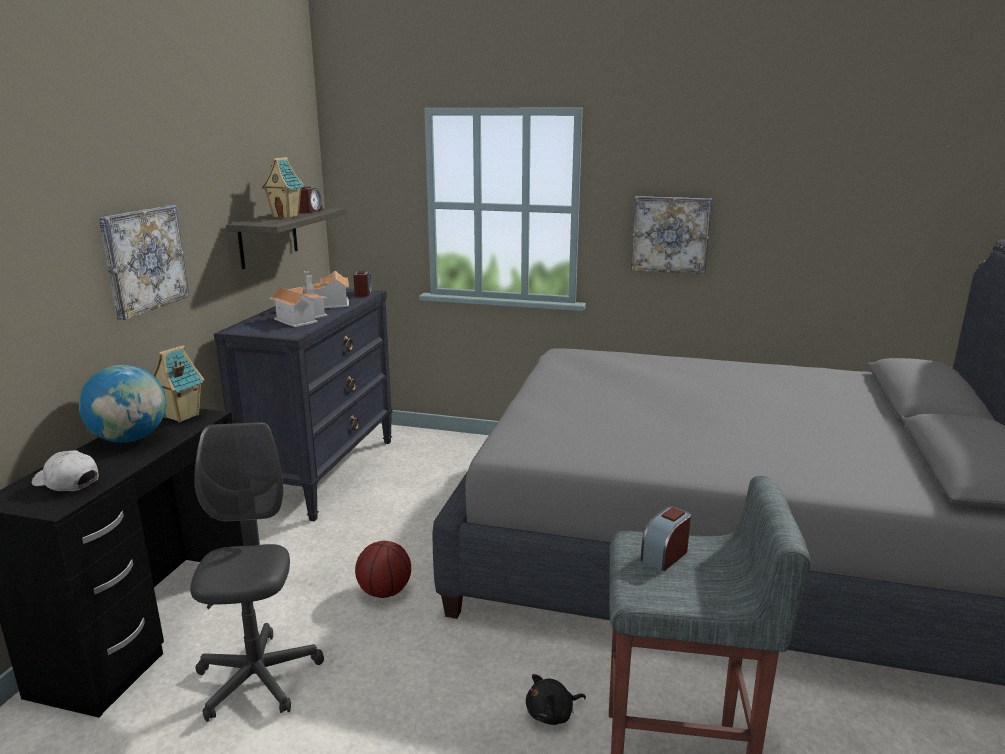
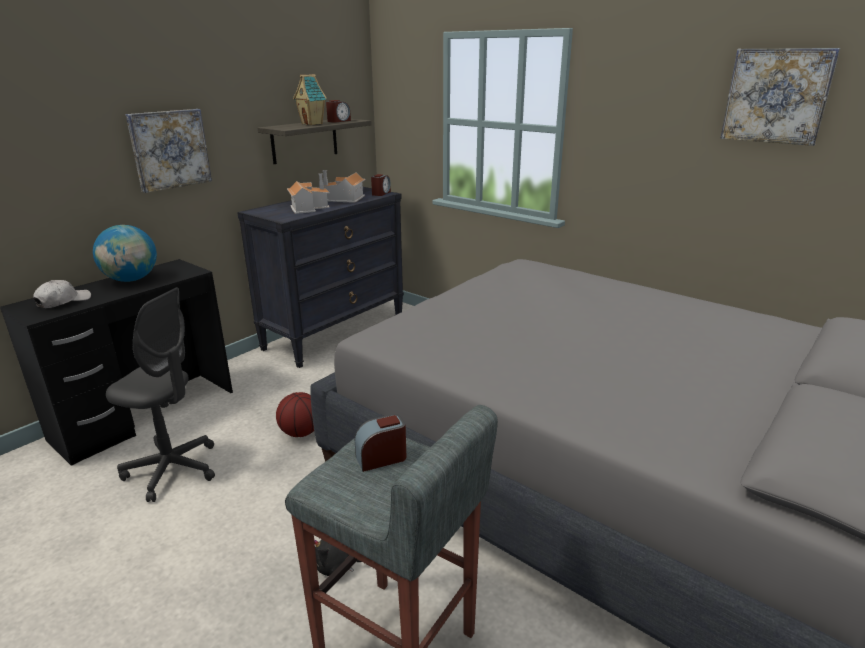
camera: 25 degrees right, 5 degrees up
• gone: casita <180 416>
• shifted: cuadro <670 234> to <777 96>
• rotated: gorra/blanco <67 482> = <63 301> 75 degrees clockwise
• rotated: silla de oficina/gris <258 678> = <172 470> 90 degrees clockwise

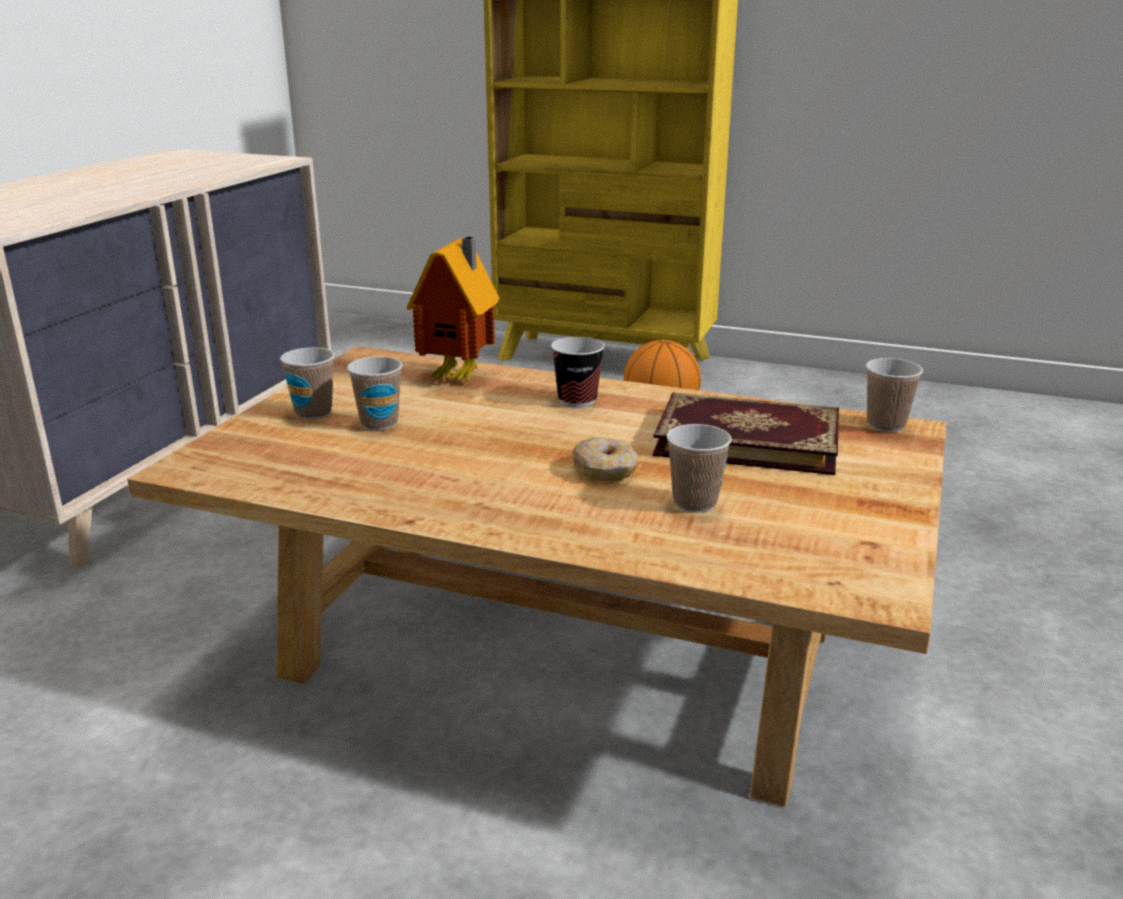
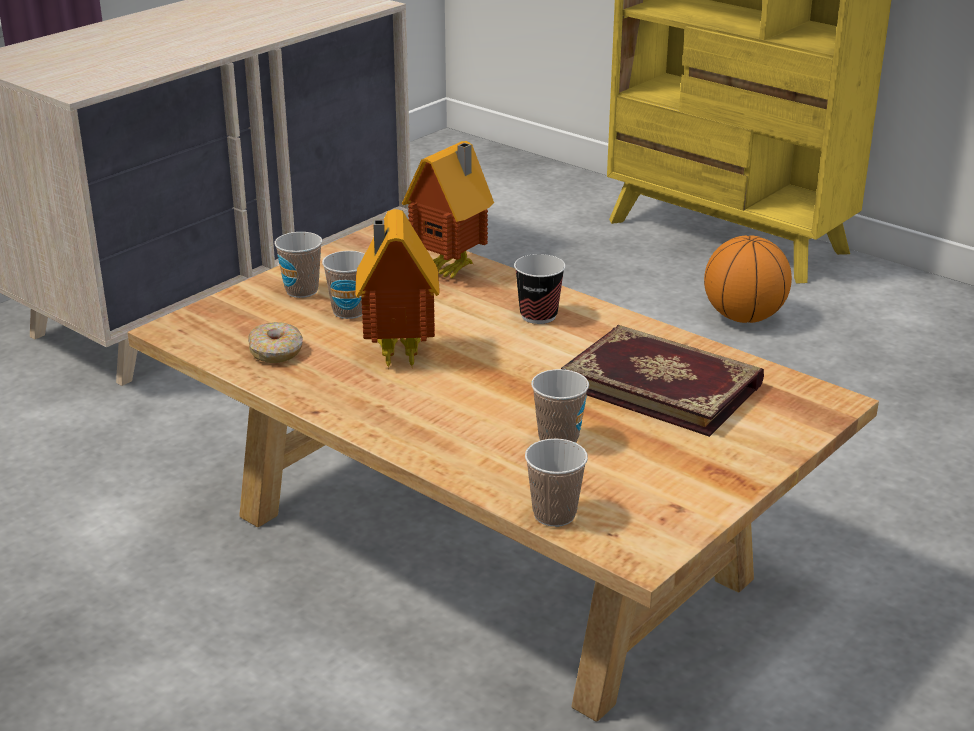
camera: 20 degrees right, 5 degrees up
• new: casita <395 355>
• shifted: rosquilla <605 470> to <276 352>
• shifted: taza <886 425> to <554 515>

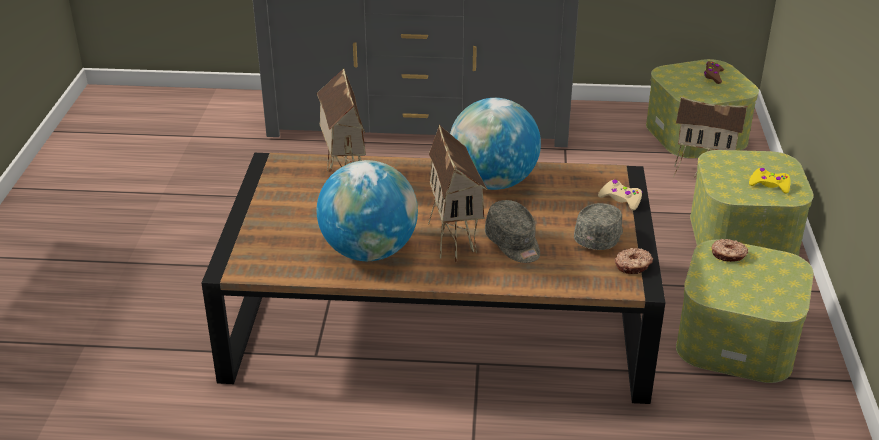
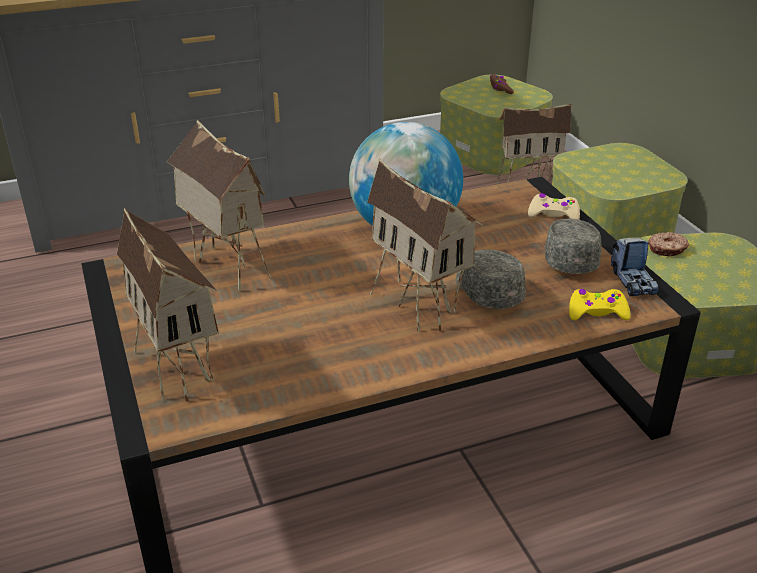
camera: 25 degrees left, 0 degrees up
• gone: globo terráqueo <369 251>
• new: casita <179 370>
• shifted: mando de consola/amarillo <769 185> to <596 312>
• swapped: rosquilla <633 266> to camión de juguete <632 281>
• rotated: gorra/gris <513 243> = <487 291> 150 degrees counterclockwise

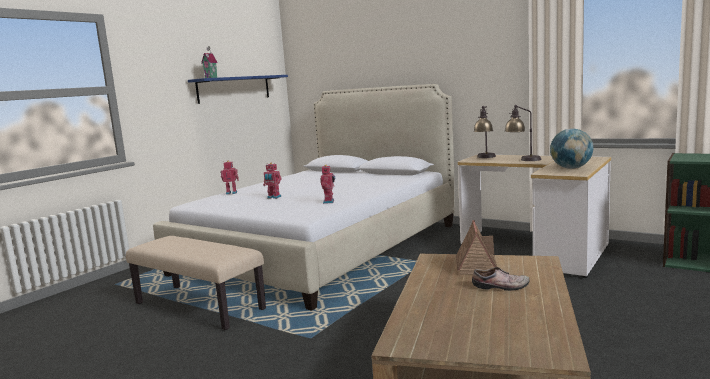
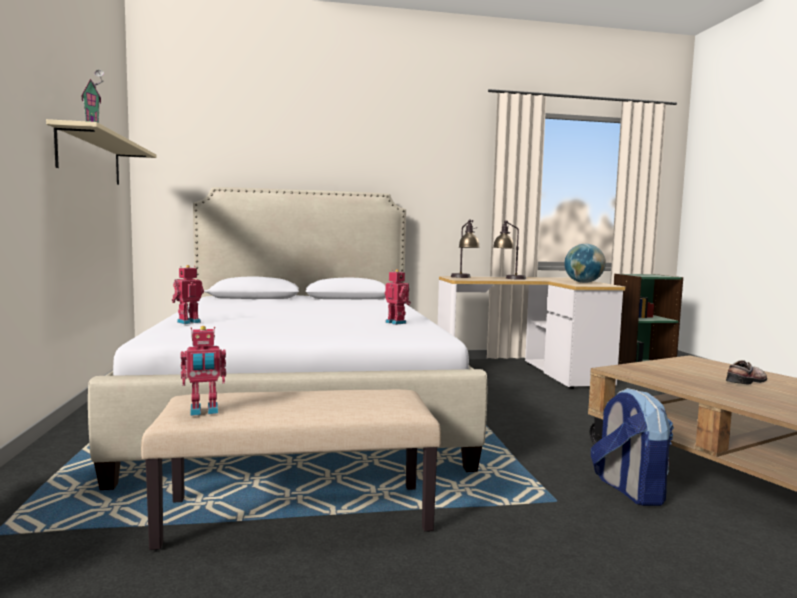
camera: 45 degrees left, 5 degrees down
• gone: casita <475 266>
• new: mochila <628 490>
• shifted: robot de juguete <273 197> to <204 411>
• repainted: estante/azul <234 89> to estante/beis <90 158>

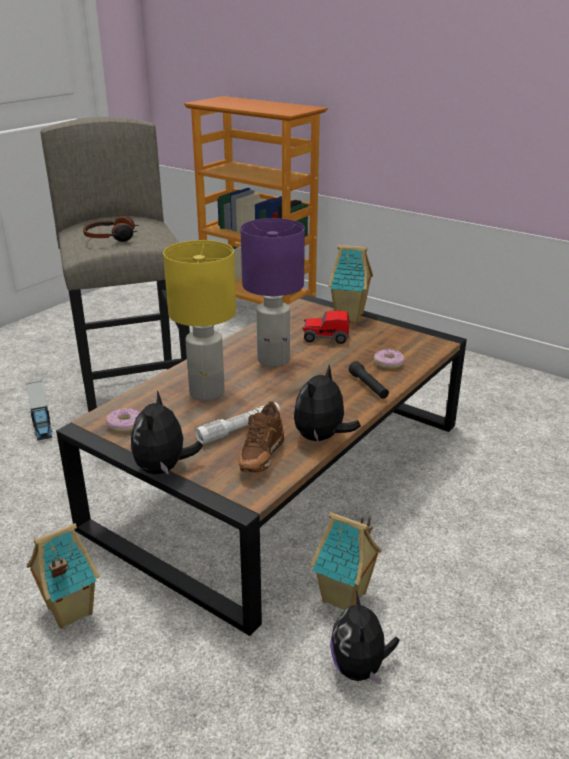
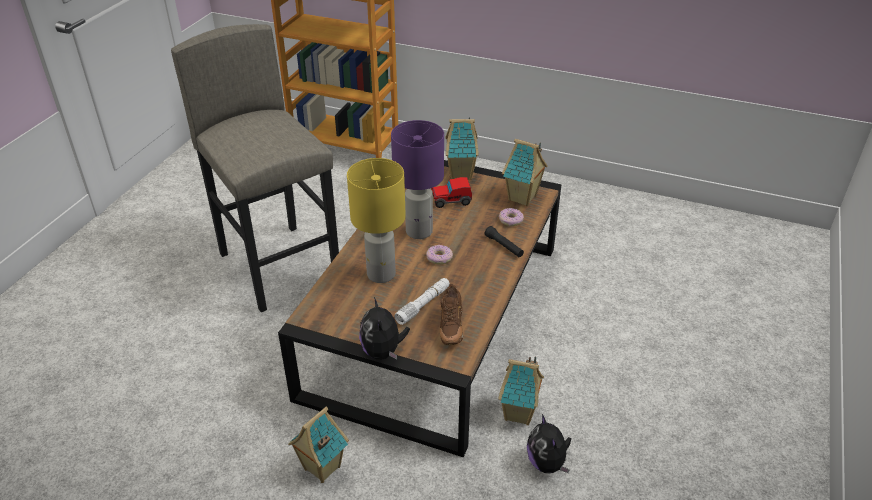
camera: 15 degrees left, 10 degrees up
• gone: camión de juguete <41 419>
• gone: auriculares <112 238>
• gone: peluche <321 438>
• new: casita <523 198>
• shifted: rosquilla <125 425> to <439 258>

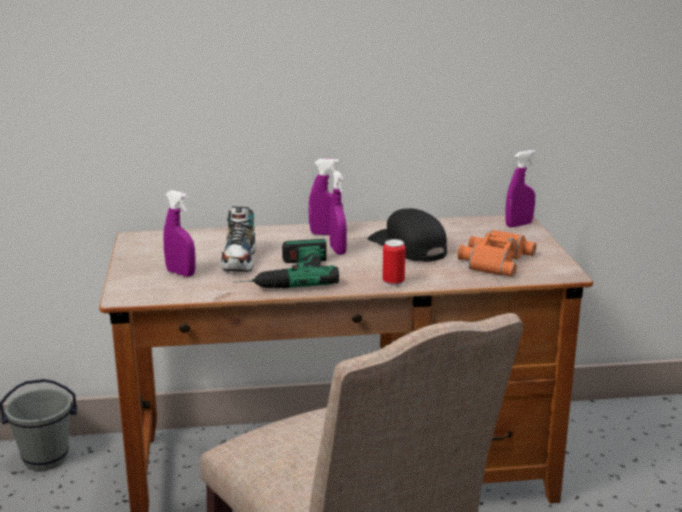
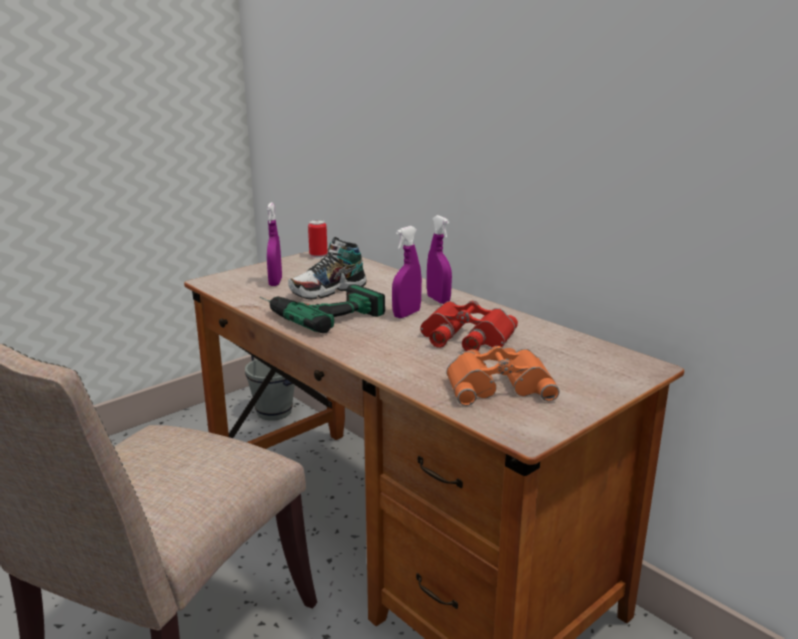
camera: 55 degrees right, 0 degrees up
• gone: pulverizador/morado <519 225>
• shifted: lata <393 282> to <318 256>
• swapped: gorra/negro <408 247> to prismáticos/rojo <465 337>

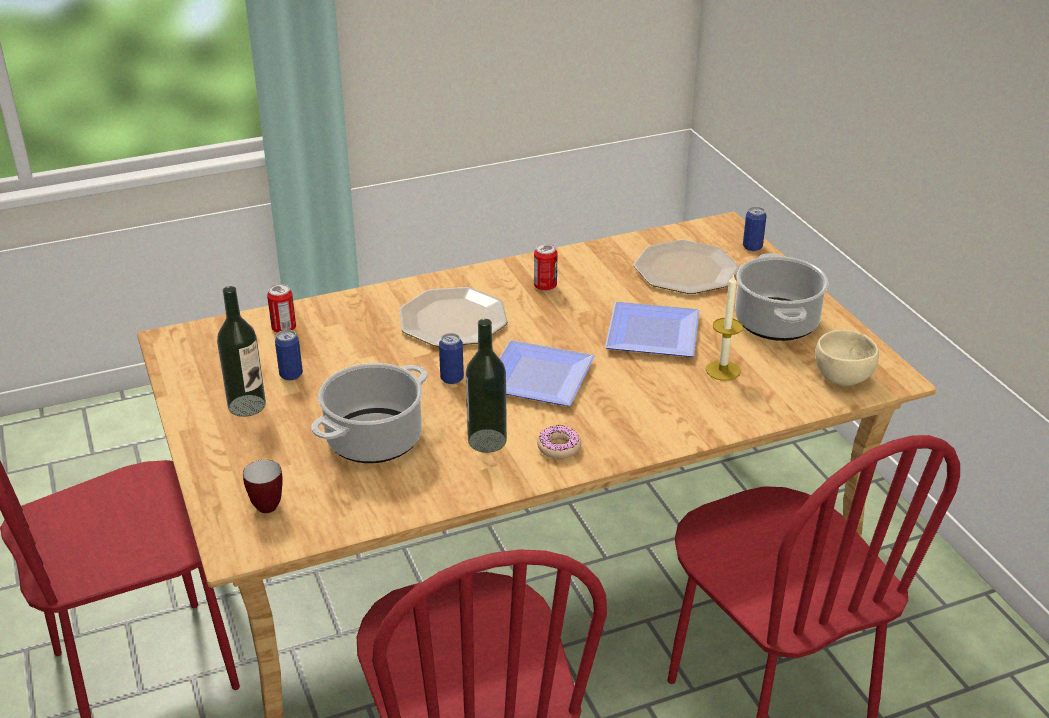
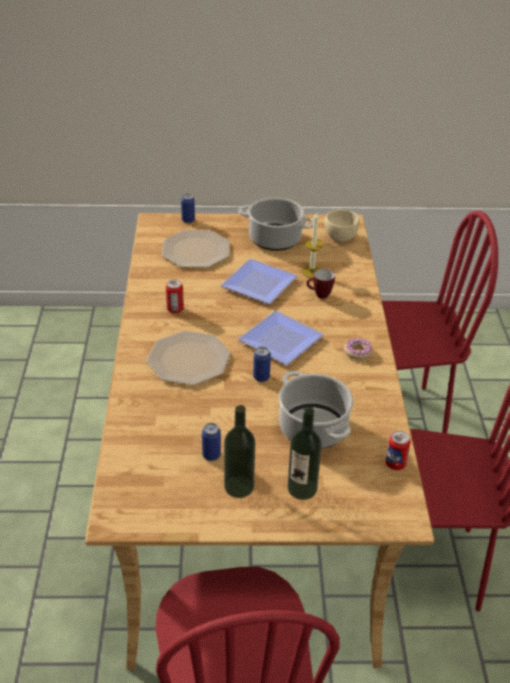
camera: 70 degrees left, 5 degrees up
• shifted: taza grande <266 503> to <319 295>
• shifted: lata <284 328> to <395 464>
• shifted: botella <487 441> to <302 488>

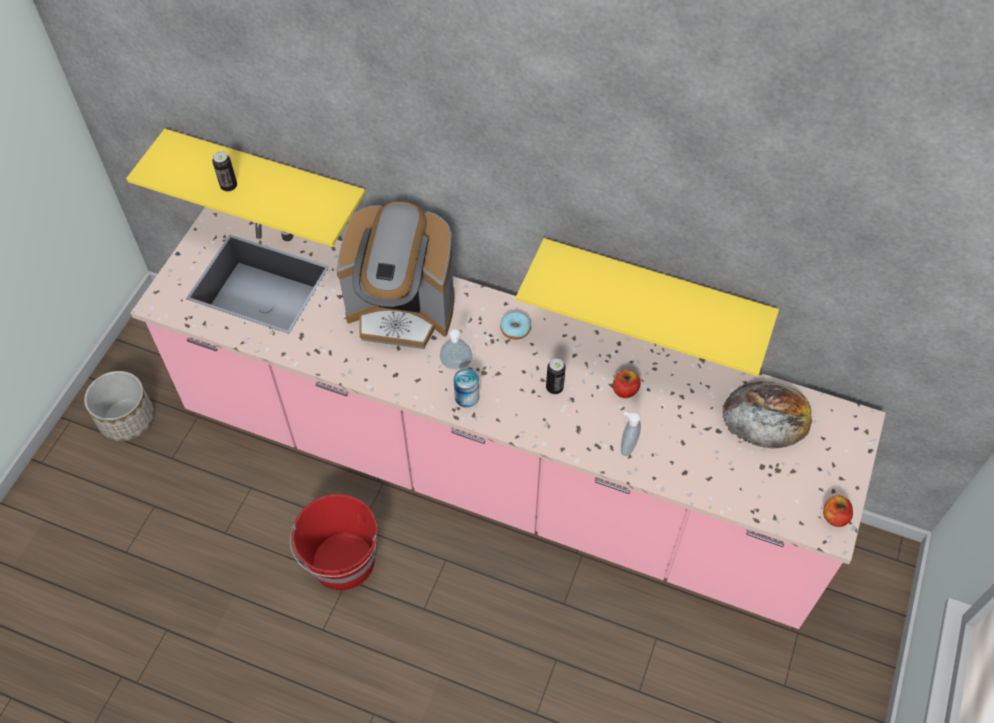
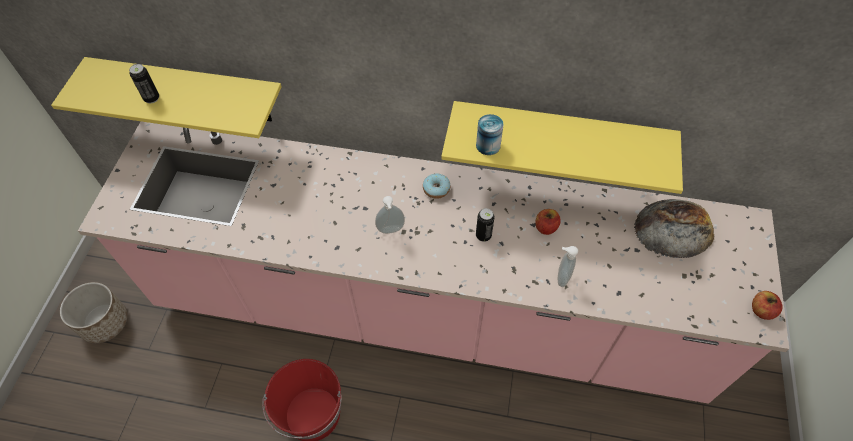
camera: 10 degrees left, 0 degrees up
• gone: cafetera <402 311>
• shifted: lata <466 396> to <488 145>

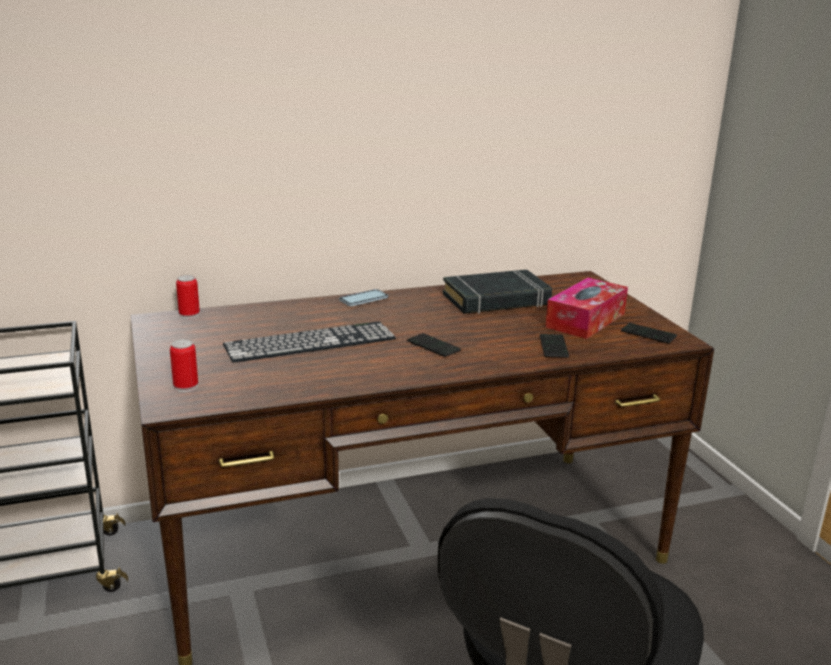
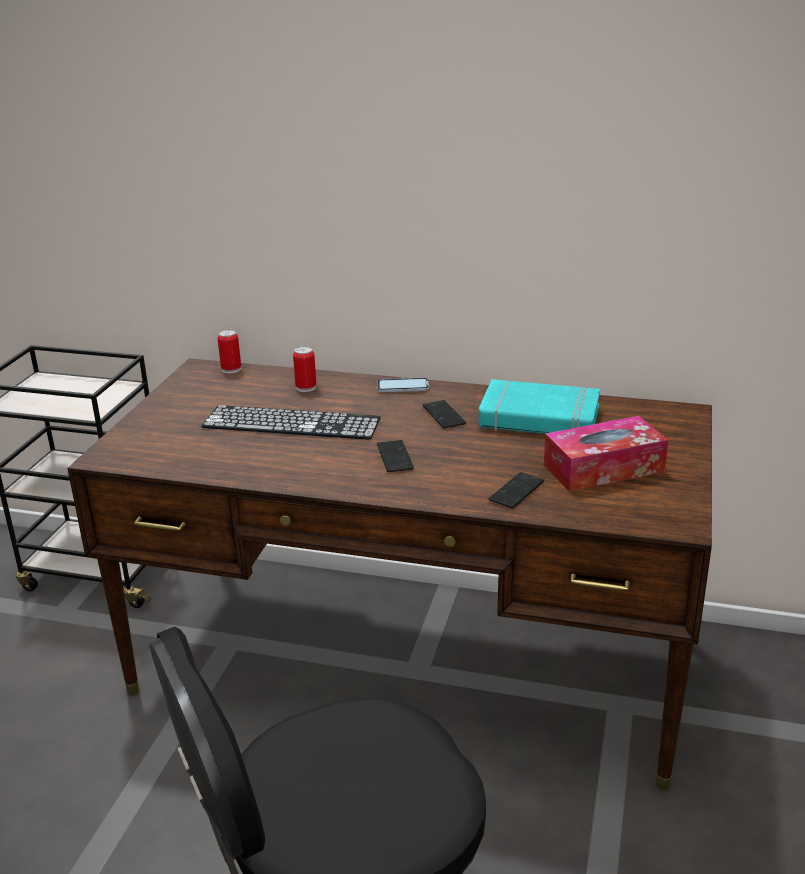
camera: 35 degrees right, 5 degrees up
• shifted: lata <186 387> to <306 387>
• shifted: móvil <648 334> to <443 416>
• repainted: libro/negro <496 300> to libro/turquesa <539 418>

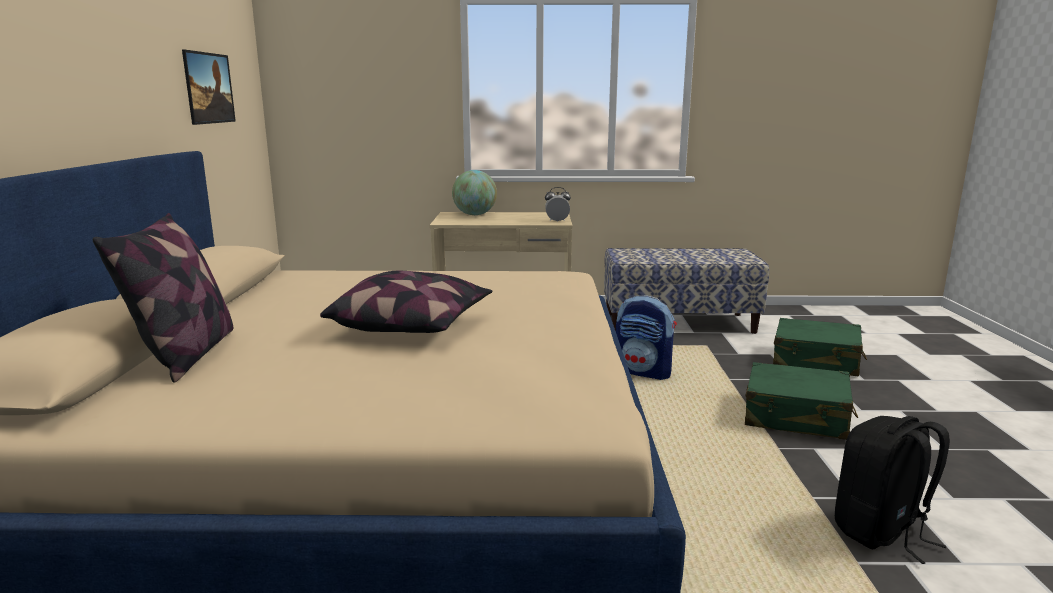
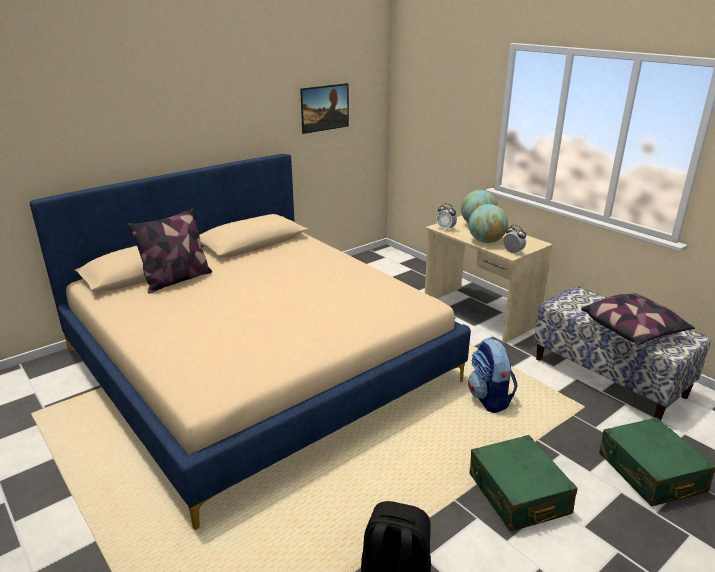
camera: 50 degrees right, 10 degrees up
• new: despertador <445 229>
• new: globo terráqueo <486 241>
• shifted: cojín <413 326> to <633 330>

